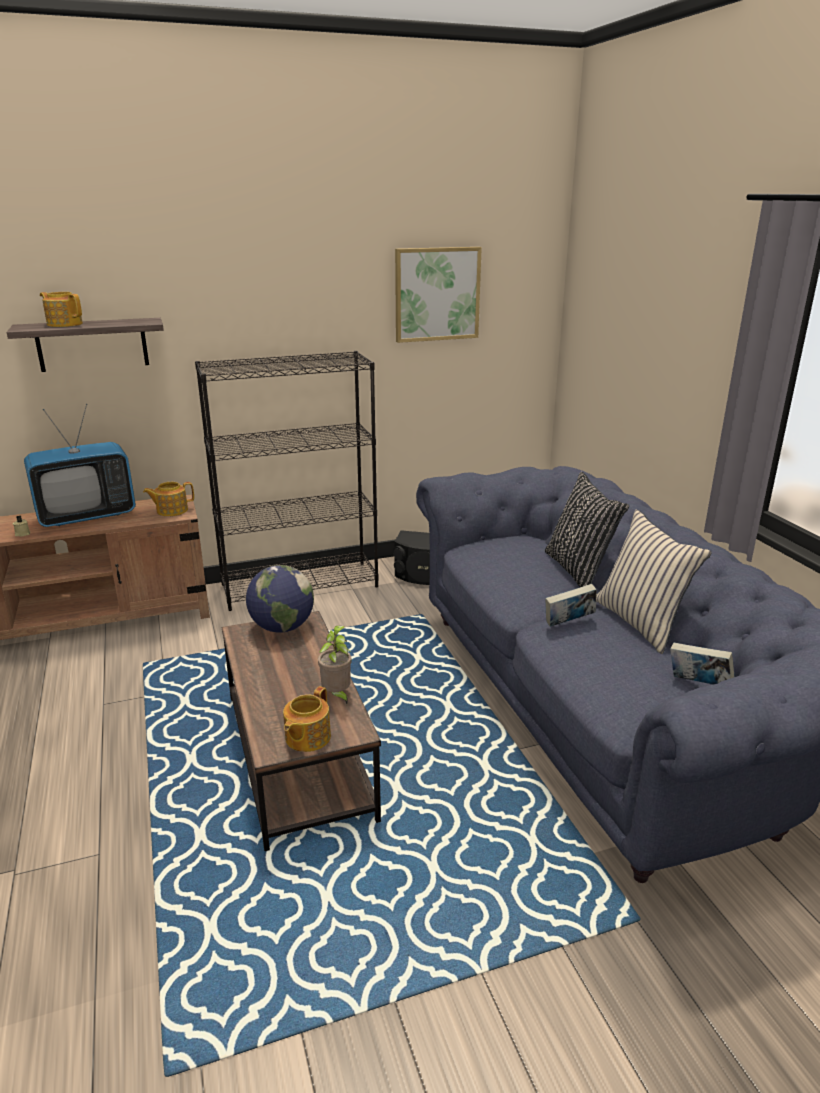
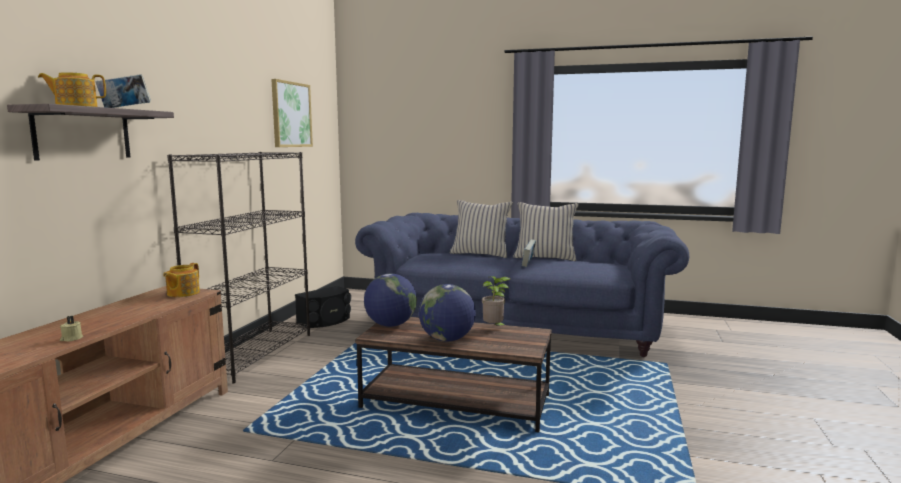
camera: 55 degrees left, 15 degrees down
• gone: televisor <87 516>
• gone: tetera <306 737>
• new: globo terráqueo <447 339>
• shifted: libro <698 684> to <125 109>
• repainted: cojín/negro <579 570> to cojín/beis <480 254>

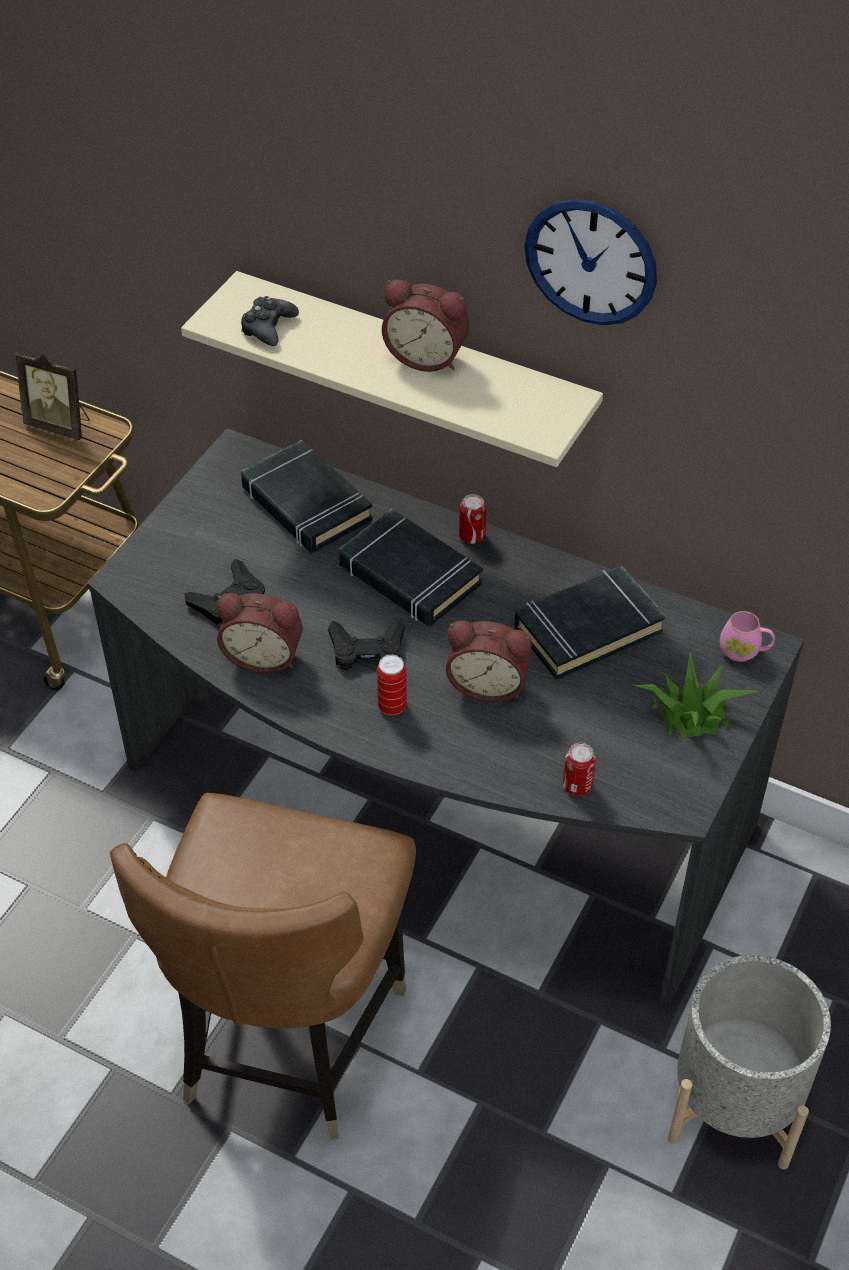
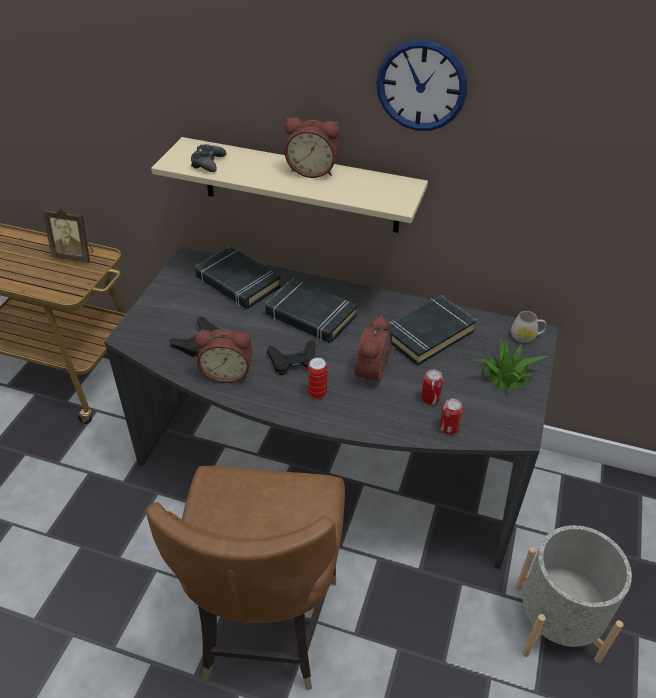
camera: 10 degrees left, 5 degrees down
• shifted: lata <472 536> to <430 398>
• repainted: taza grande/rosa <744 651> to taza grande/blanco <526 337>
• rotated: despertador <488 683> = <375 372> 105 degrees clockwise

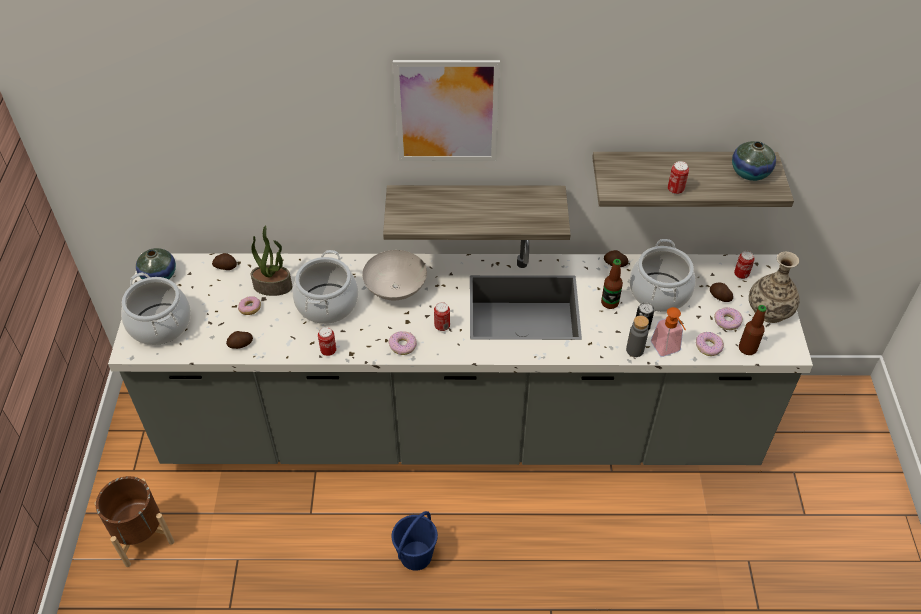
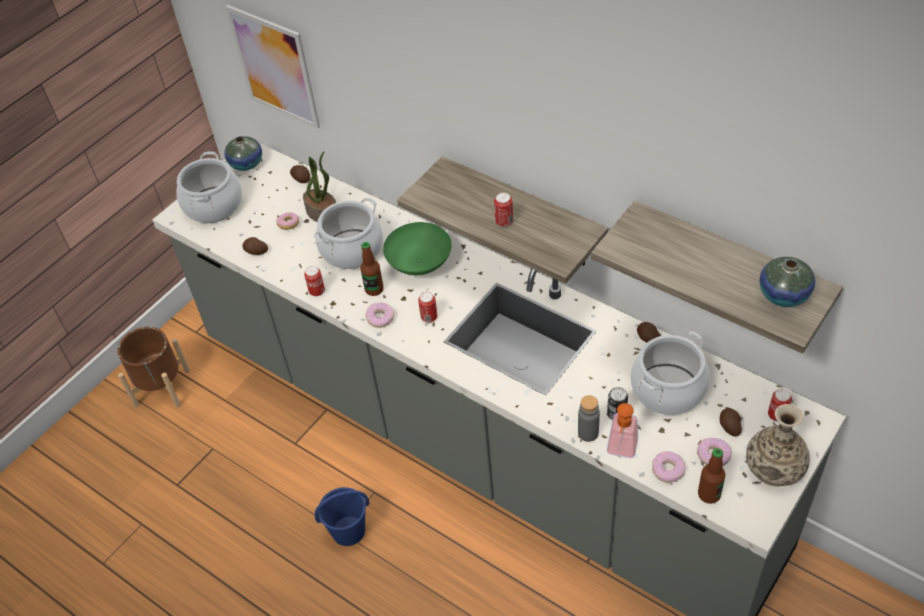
camera: 40 degrees right, 0 degrees up
• shifted: cuadro <447 111> to <274 67>
• shifted: botella <609 303> to <374 289>
• shifted: lata <675 190> to <504 222>
• repainted: cuenco/blanco <396 289> to cuenco/verde <419 264>

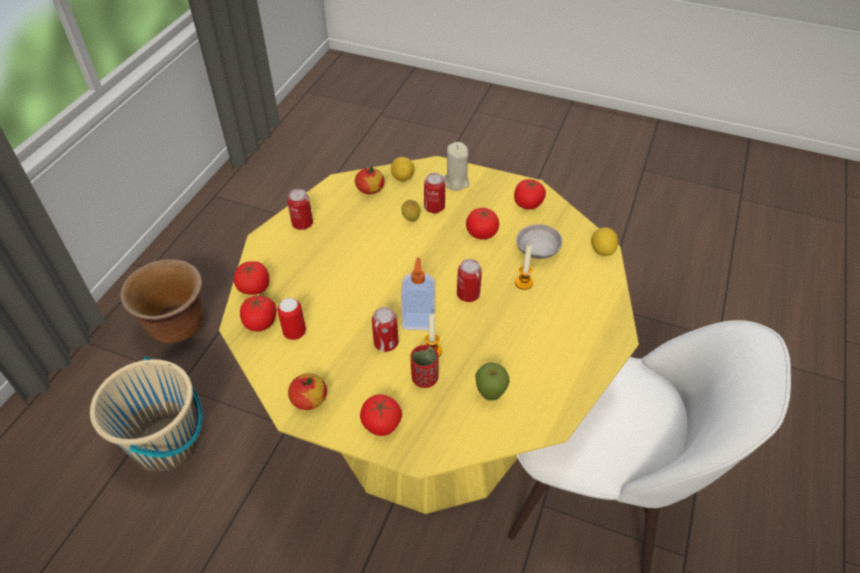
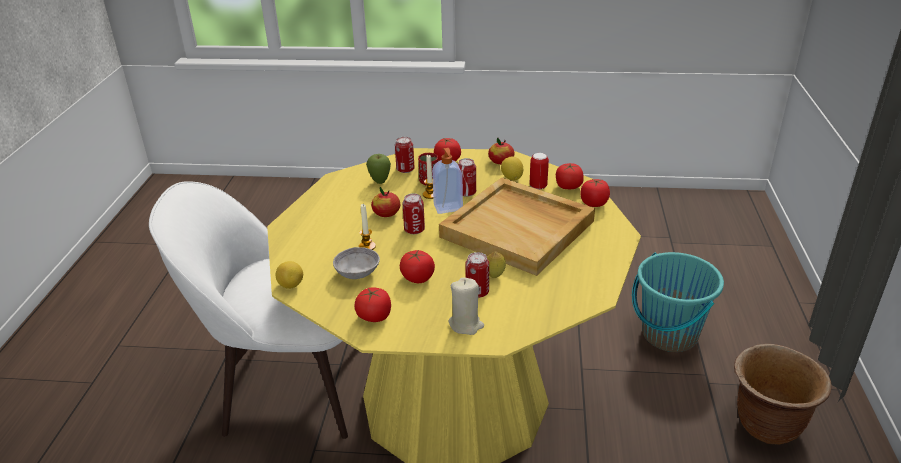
camera: 165 degrees right, 15 degrees down
• new: bandeja/beis <519 229>
• shifted: lata <302 224> to <405 169>
• shifted: manzana <370 189> to <386 213>
• shifted: limón <402 178> to <512 178>
• repainted: cubo/beis <167 444> to cubo/turquesa <669 334>

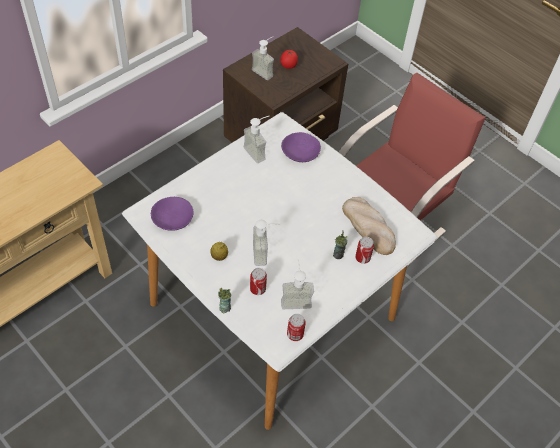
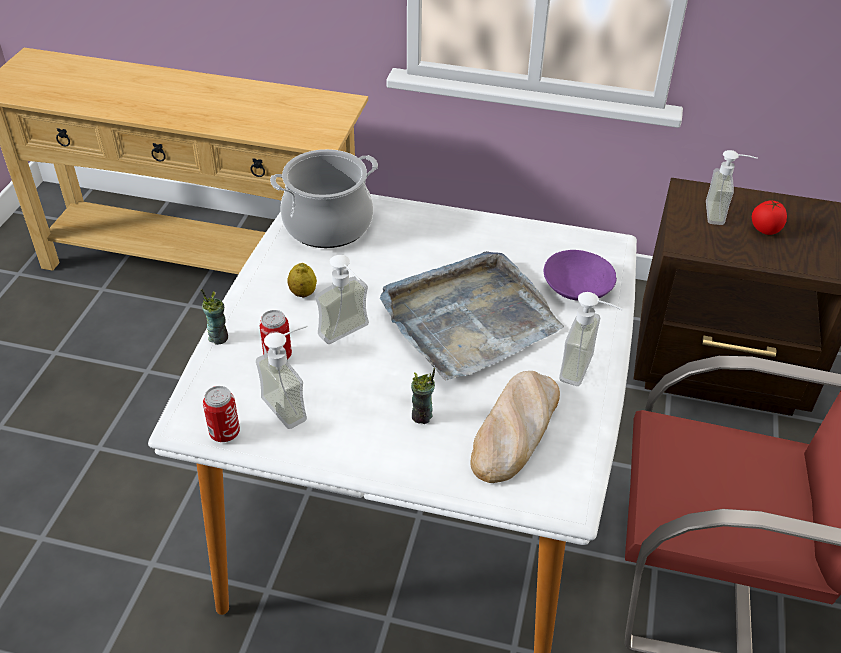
camera: 60 degrees right, 10 degrees down
• gone: lata <362 258>
• new: bandeja/gris <468 319>
• shifted: dispensador de jabón <259 151> to <587 370>
• swapped: cuenco/morado <172 219> to olla <328 224>

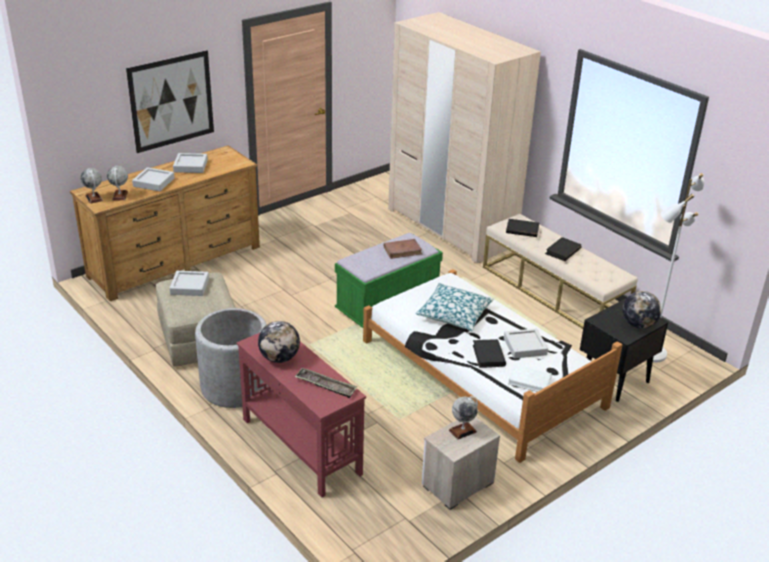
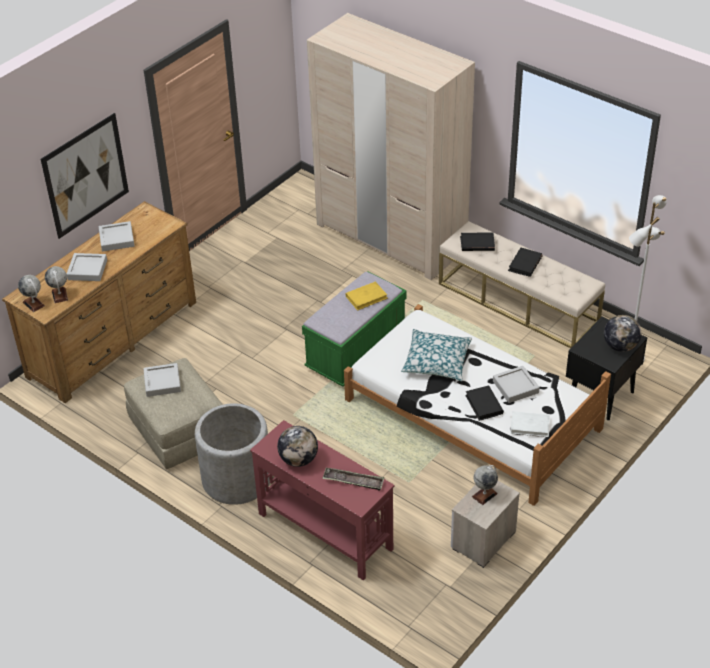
camera: 10 degrees left, 10 degrees up
• repainted: libro/marrón <402 250> to libro/amarillo <366 297>

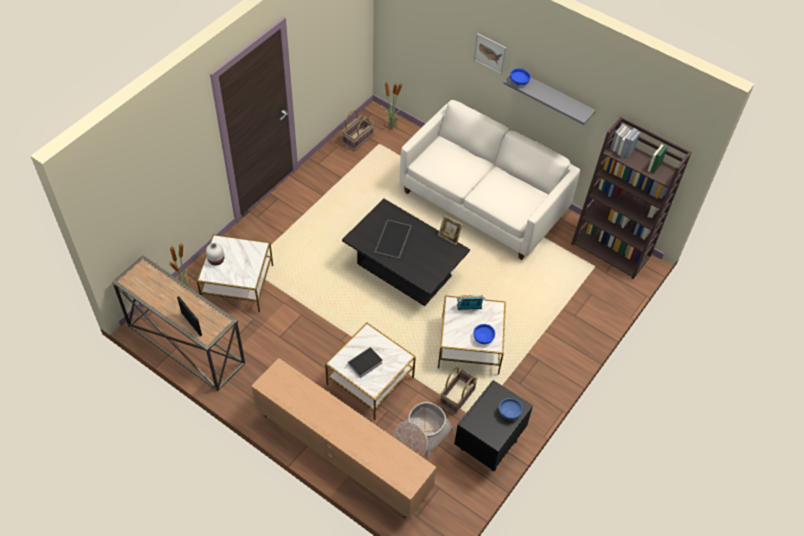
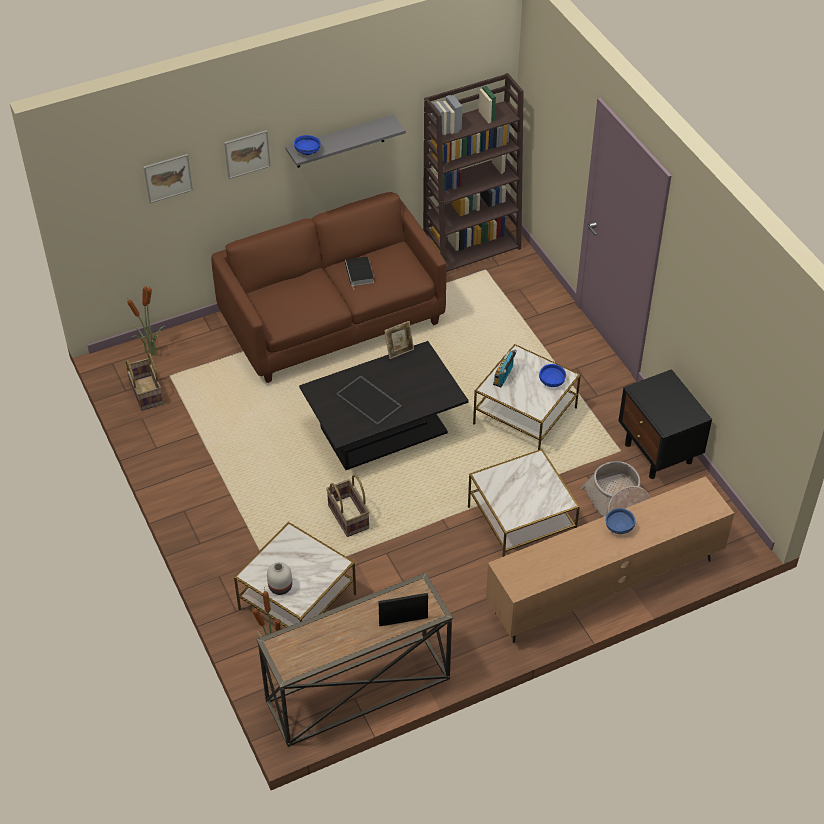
camera: 60 degrees left, 5 degrees down
• new: cuadro <168 178>
• shifted: libro <364 364> to <360 274>
• shifted: cesta <458 397> to <349 516>
• shifted: cuenco/azul <509 412> to <618 527>
• repainted: sofá/blanco <484 201> to sofá/marrón <332 319>

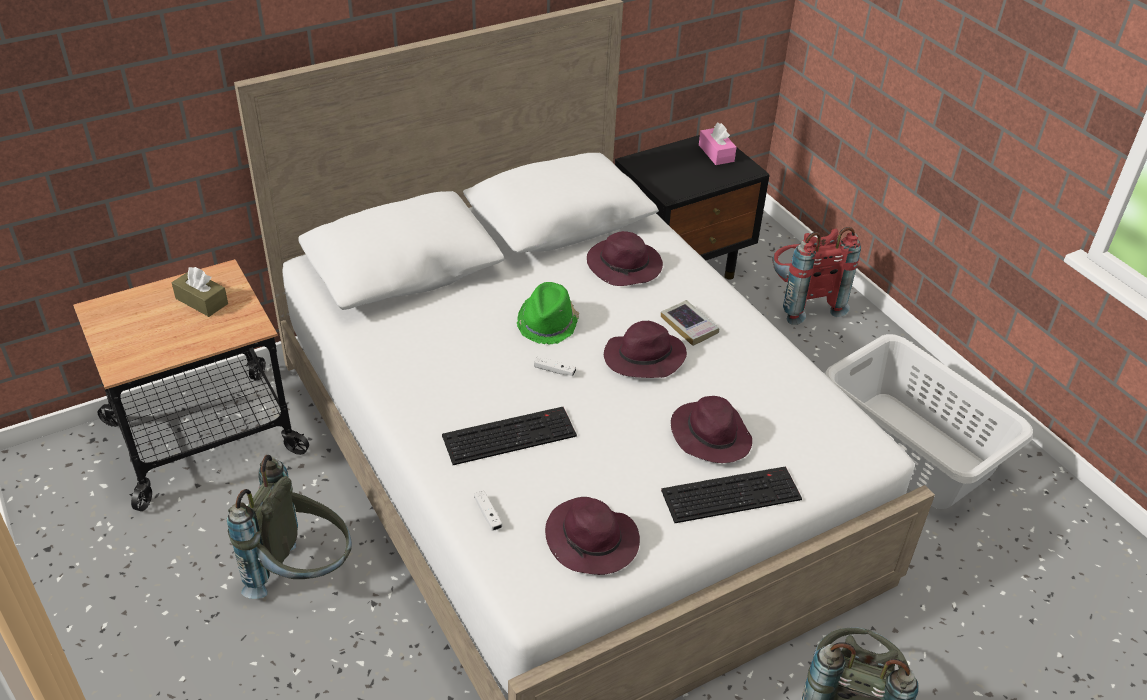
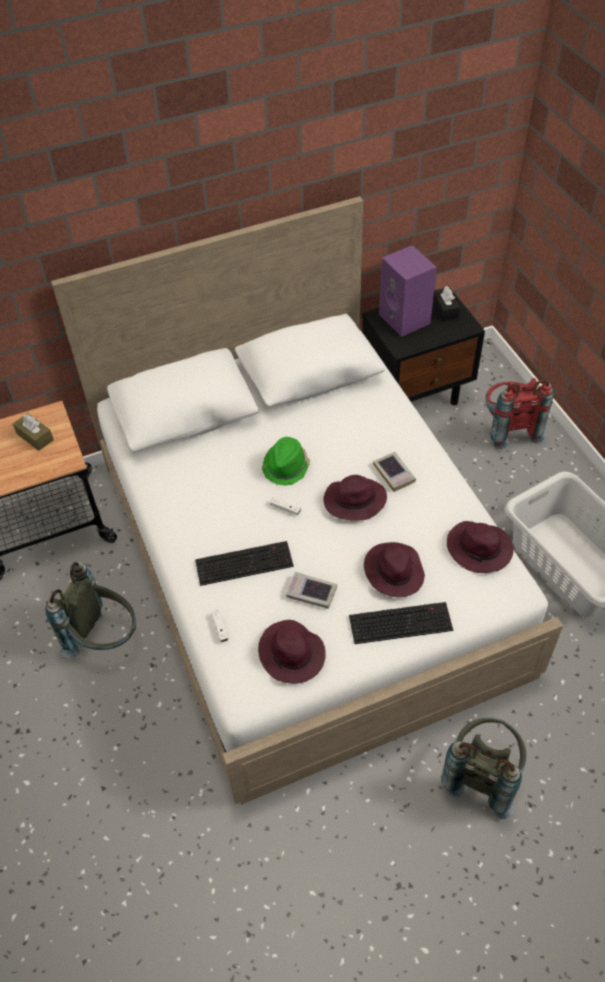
camera: 10 degrees right, 10 degrees up
• new: libro <311 593>
• new: altavoz/morado <406 319>
• shifted: sombrero/morado <625 266> to <480 549>
• repainted: caja de pañuelos/rosa <716 153> to caja de pañuelos/negro <445 309>

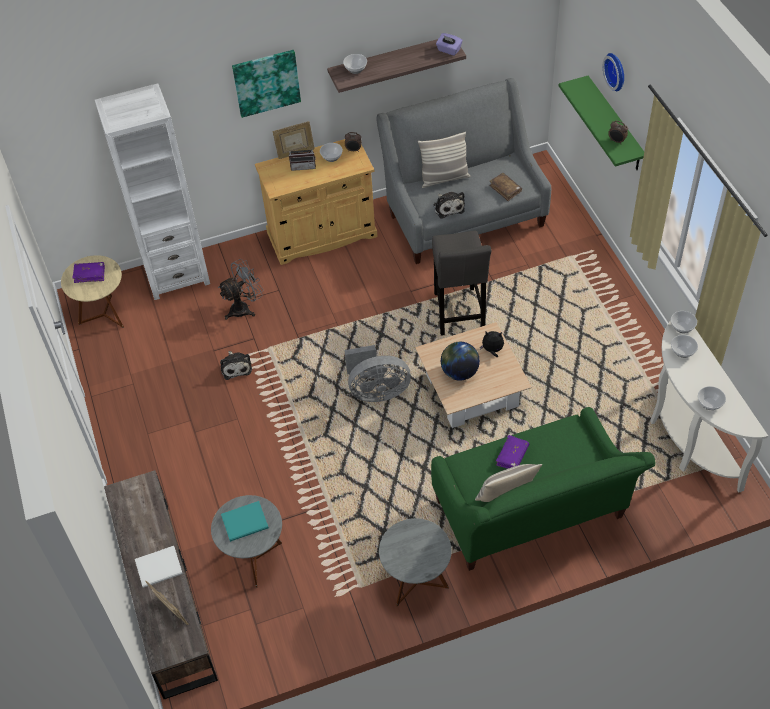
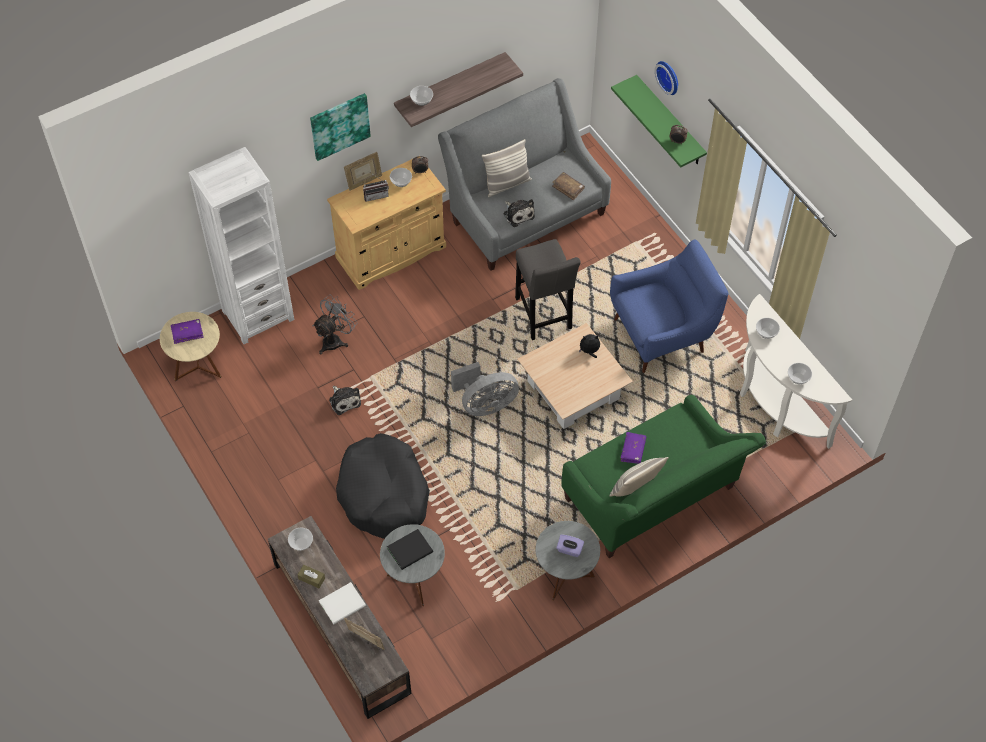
camera: 15 degrees left, 5 degrees up
• gone: globo terráqueo <459 372>
• new: caja de pañuelos/marrón <311 578>
• new: cama para perro/negro <384 494>
• new: sillón/azul <663 334>
• shifted: caja de pañuelos/morado <449 50> to <569 550>
• shifted: cuenco <682 327> to <301 543>
• repainted: libro/turquesa <246 522> to libro/negro <411 550>

